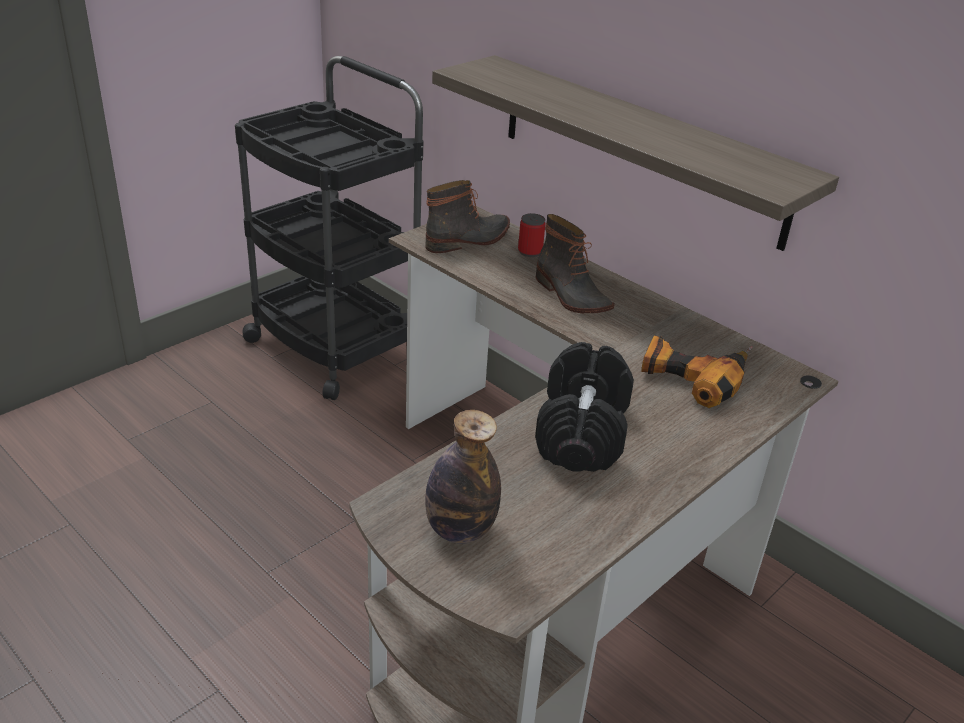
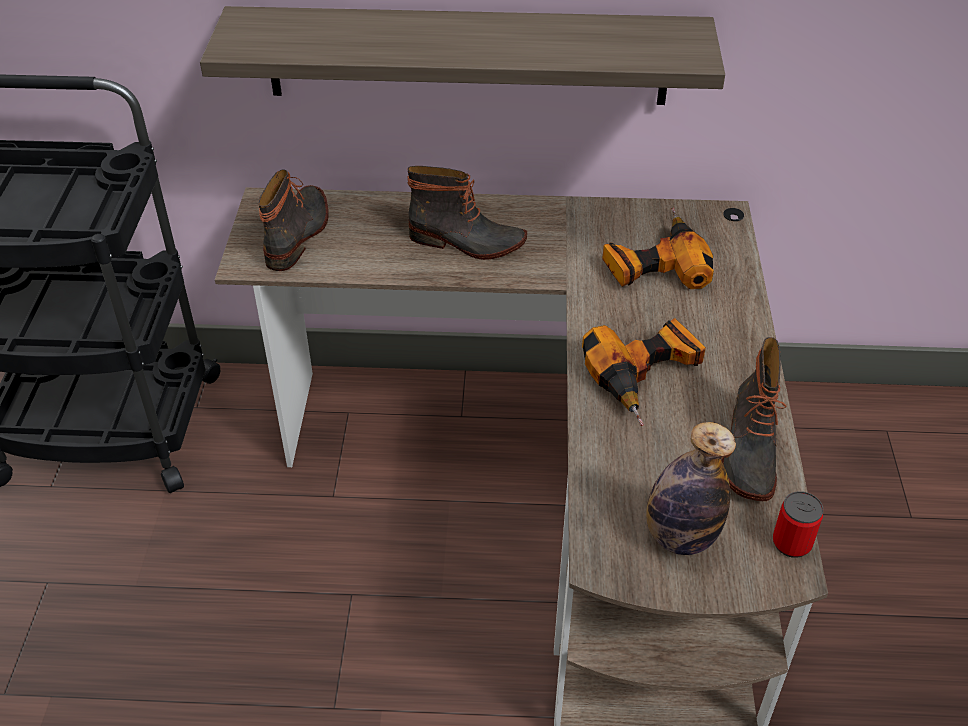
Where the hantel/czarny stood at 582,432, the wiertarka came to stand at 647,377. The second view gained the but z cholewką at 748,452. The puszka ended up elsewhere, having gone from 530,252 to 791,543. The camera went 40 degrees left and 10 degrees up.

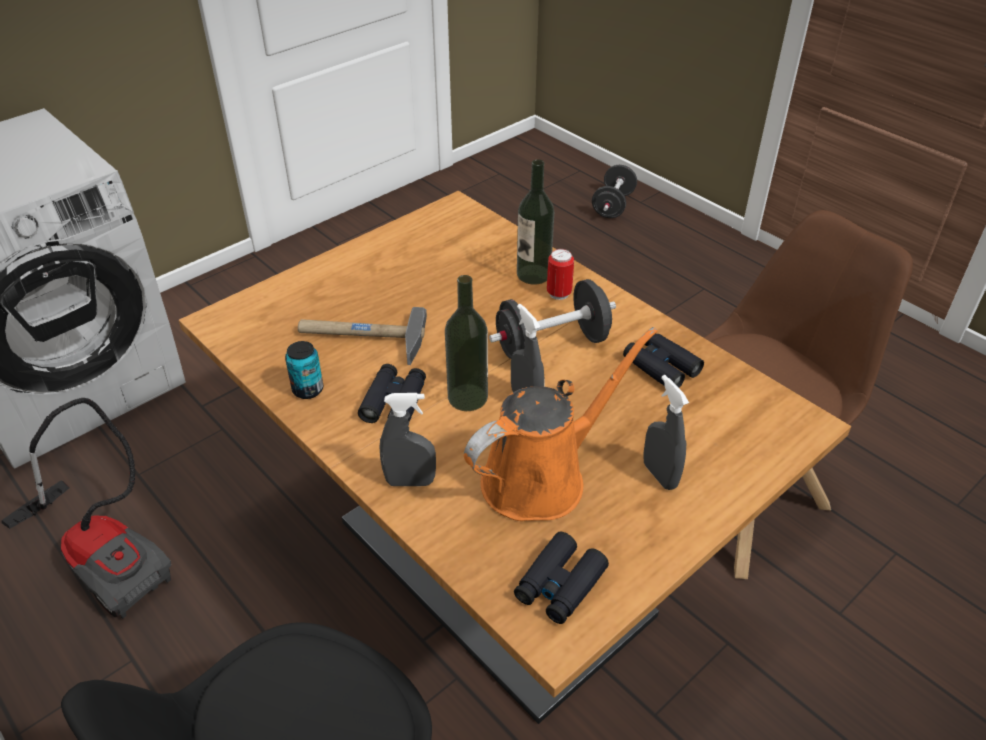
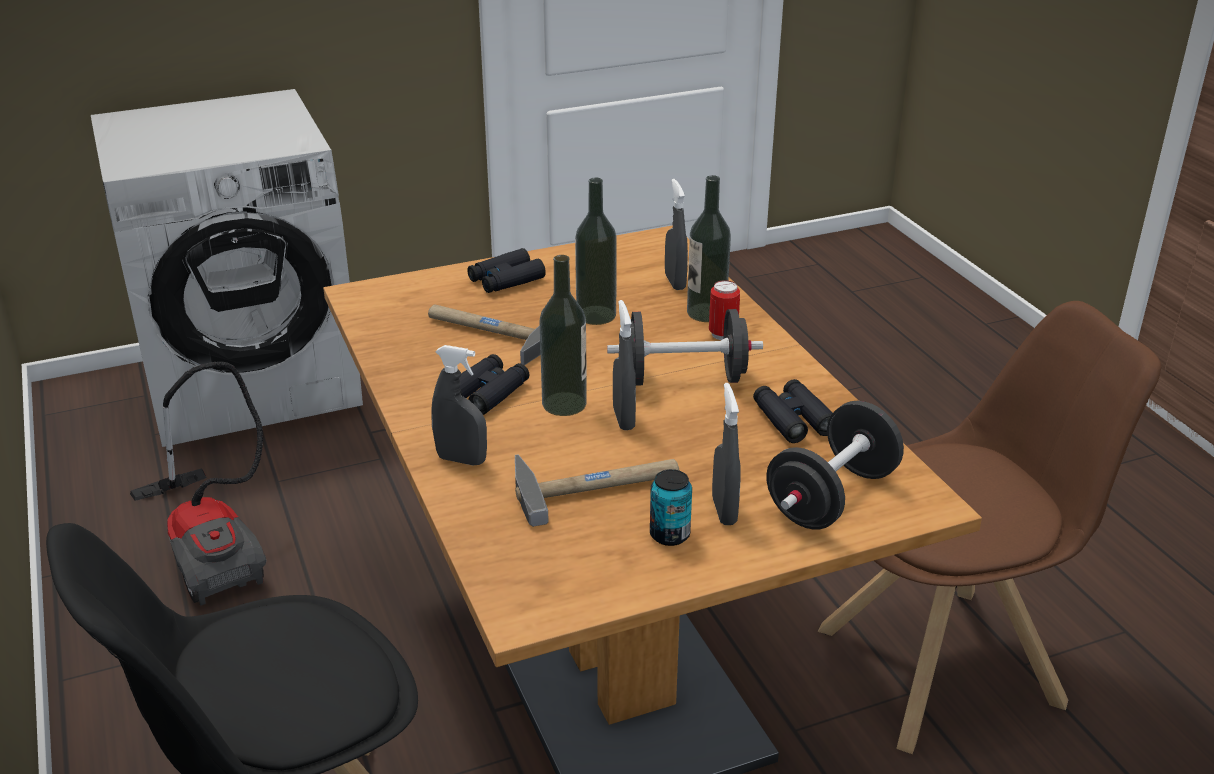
The lornetka/czarny ended up elsewhere, having gone from 560,585 to 506,280. Where the konewka/pomarańczowy stood at 542,477, the młotek came to stand at 596,485. The second view gained the butelka at 596,315. The puszka ended up elsewhere, having gone from 308,390 to 669,535. The second view gained the spryskiwacz/szary at 675,282. The hantel/czarny ended up elsewhere, having gone from 613,205 to 831,497. The camera went 20 degrees right and 10 degrees down.

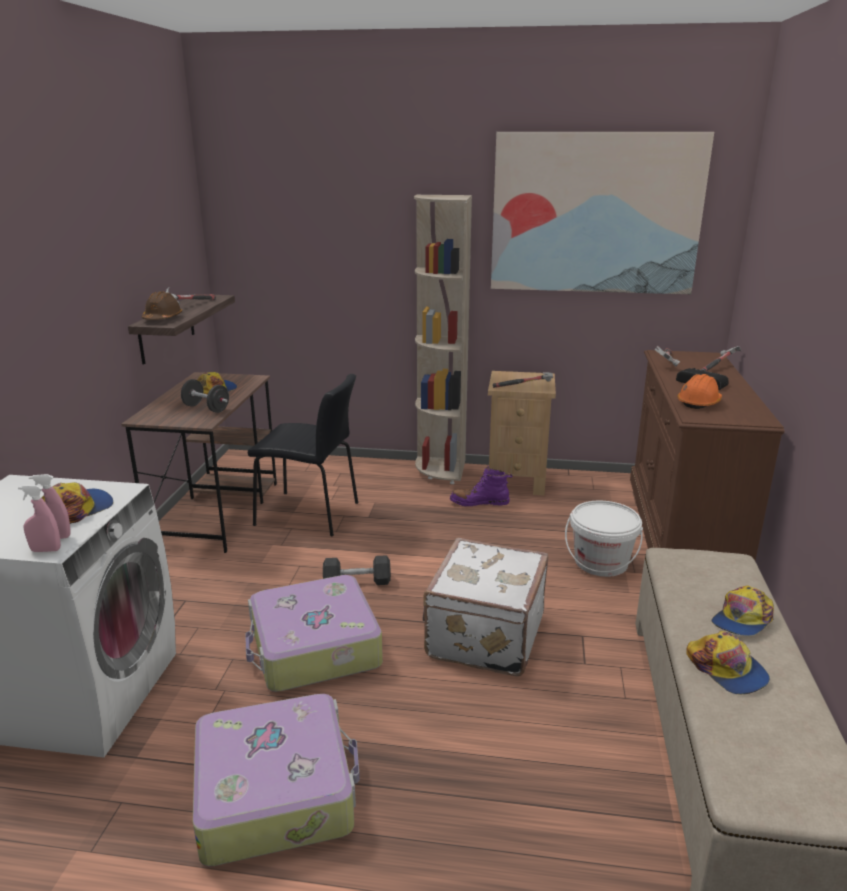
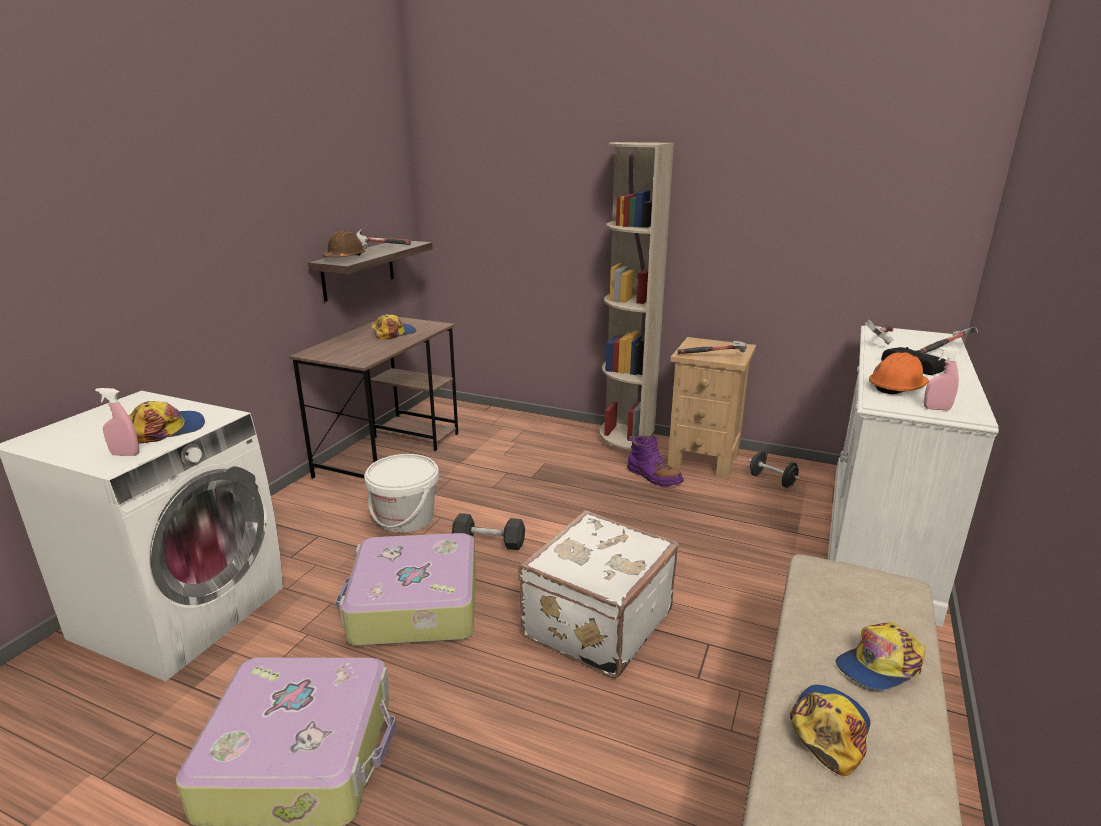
The wiadro/biały ended up elsewhere, having gone from 601,562 to 406,518. The but z cholewką/fioletowy at 479,502 ended up facing another way, 150 degrees counterclockwise from before. The hantel/czarny ended up elsewhere, having gone from 206,408 to 772,480. The czapka z daszkiem at 727,669 ended up facing another way, 135 degrees counterclockwise from before. What was the szafka/brązowy at 681,528 turned into the szafka/biały at 878,536. The spryskiwacz/różowy ended up elsewhere, having gone from 46,550 to 936,409. The second view lost the krzesło/czarny at 311,514. The second view lost the obraz at 595,214. The camera went 15 degrees right and 0 degrees up.

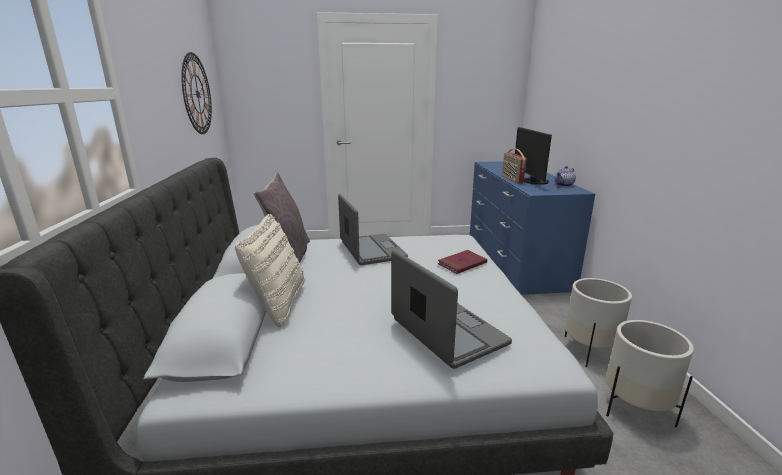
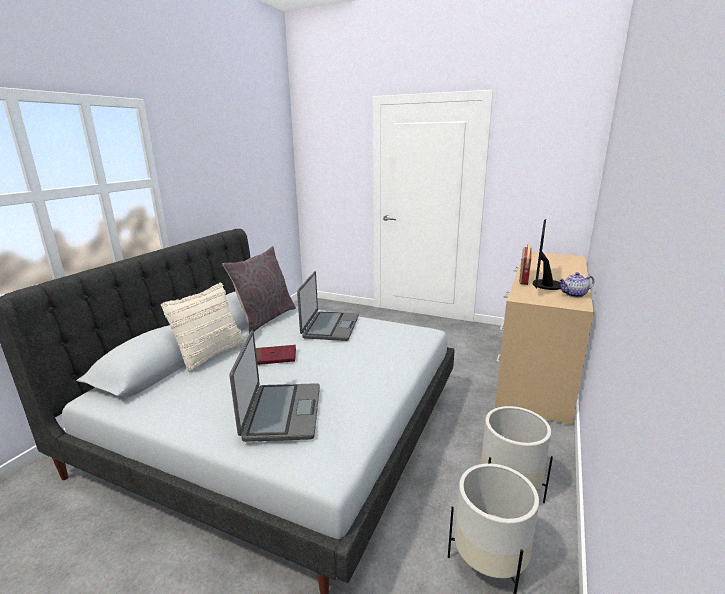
The książka/czerwony ended up elsewhere, having gone from 462,264 to 274,357. What was the komoda/niebieski at 515,260 turned into the komoda/beżowy at 537,371. The second view lost the zegar ścienny at 197,94. The camera went 30 degrees right and 0 degrees up.

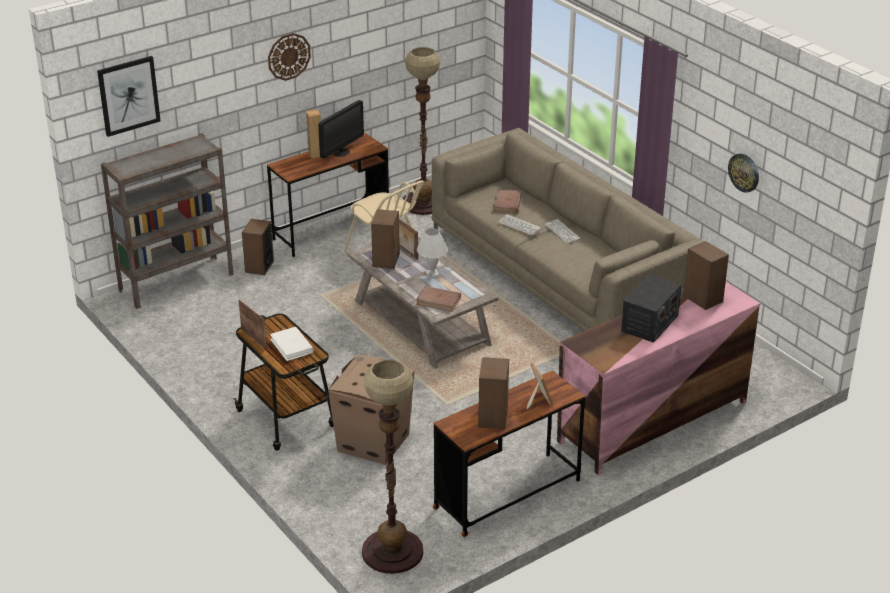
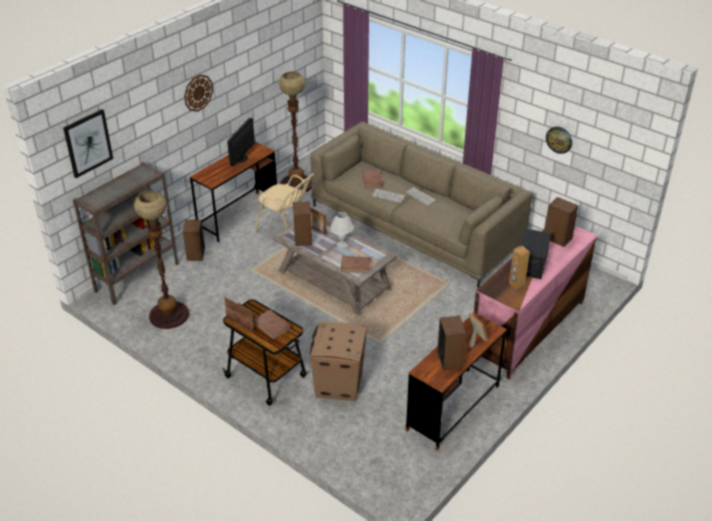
The lampa stojąca ended up elsewhere, having gone from 392,551 to 169,315. What was the książka/biały at 292,346 turned into the książka/brązowy at 272,326. The głośnik/brązowy ended up elsewhere, having gone from 315,154 to 516,284. The camera went 15 degrees left and 5 degrees up.

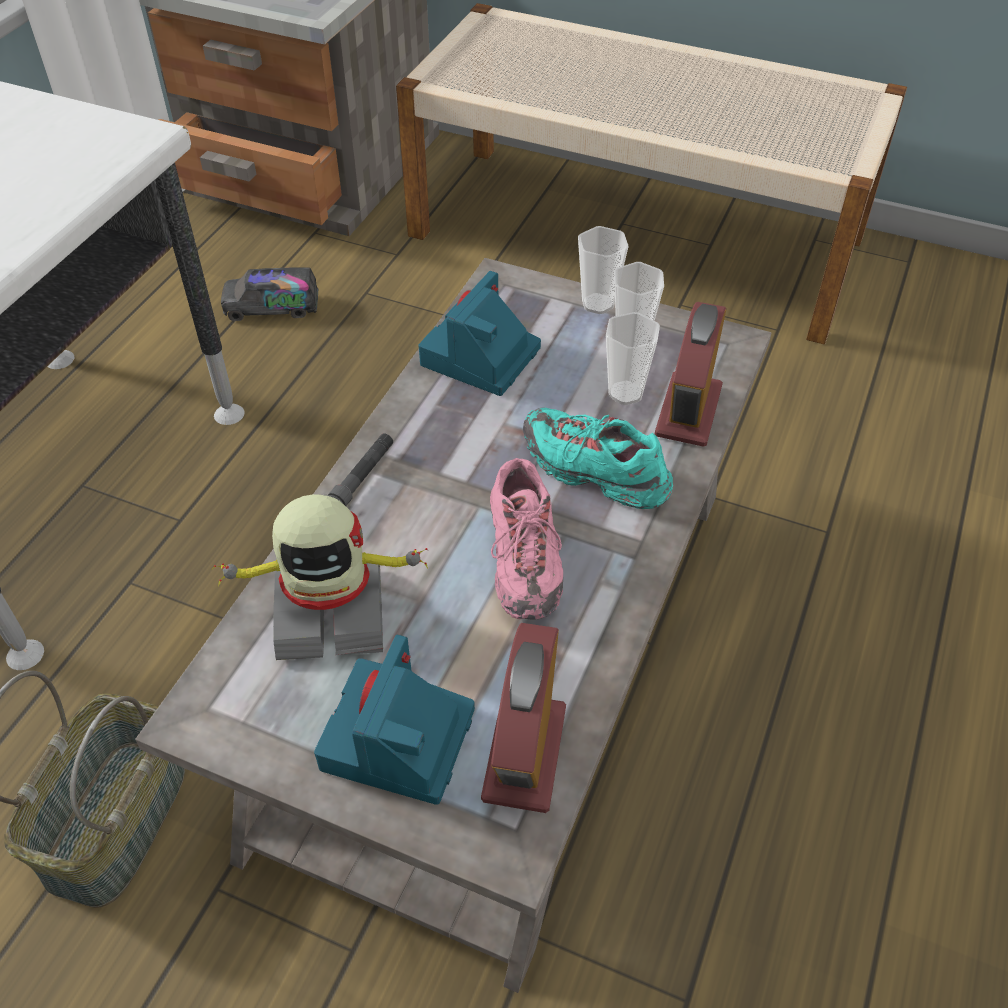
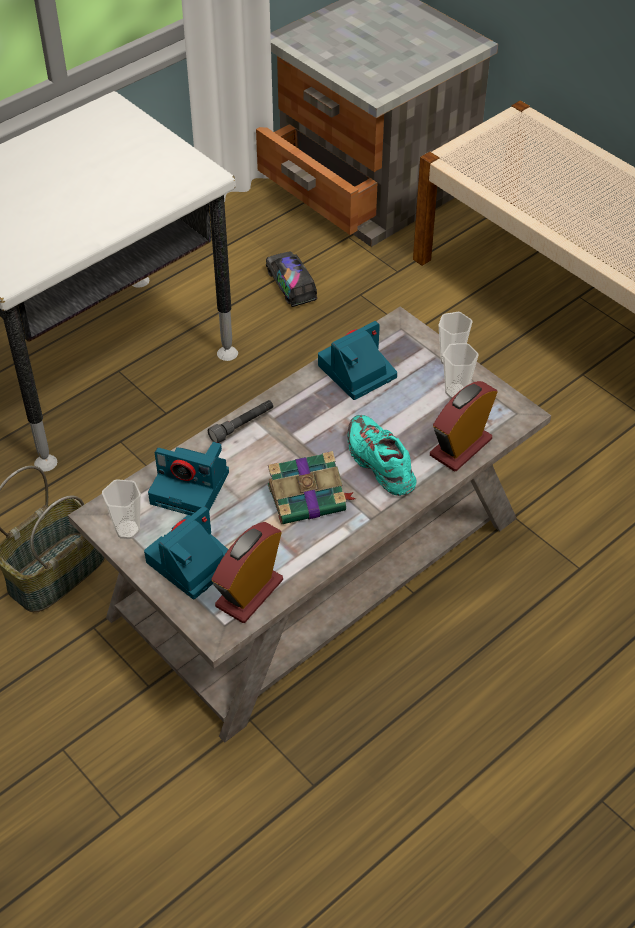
The filiżanka ended up elsewhere, having gone from 625,393 to 127,530. Where the robot zabawkowy stood at 330,610, the aparat fotograficzny came to stand at 192,487. The ciężarówka zabawkowa at 272,307 ended up facing another way, 45 degrees clockwise from before. Where the but/różowy stood at 523,559, the książka came to stand at 308,498. The camera went 25 degrees right and 0 degrees up.

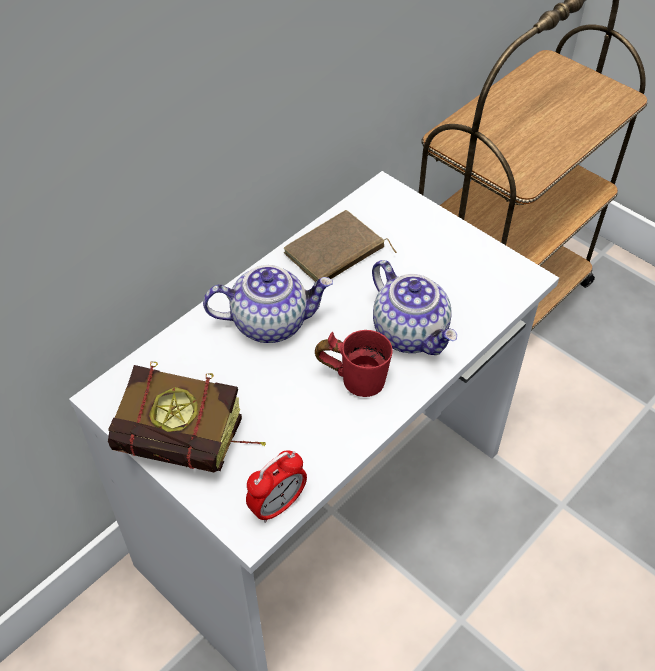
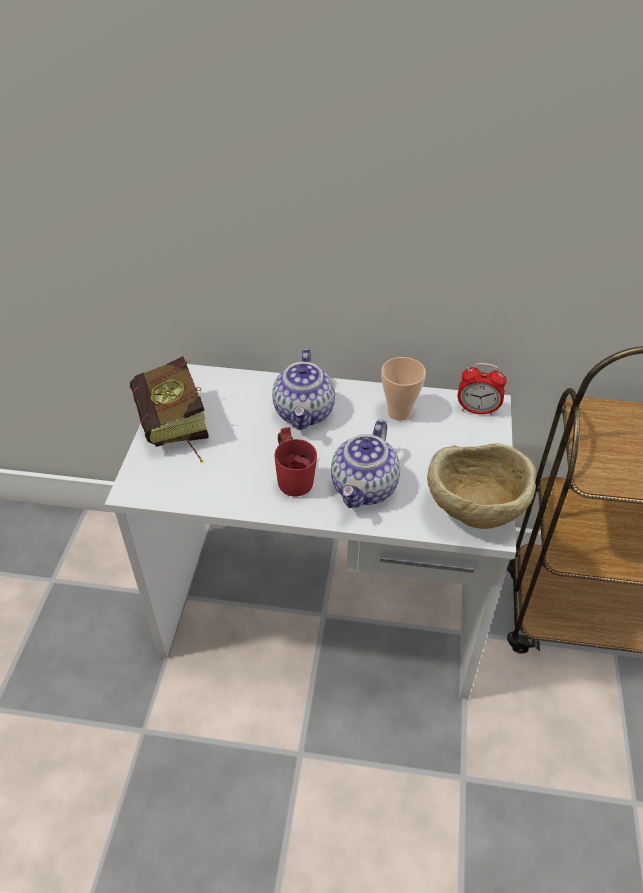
The imbryk at 270,322 ended up facing another way, 45 degrees clockwise from before. Where the książka/brązowy stood at 336,253, the filiżanka came to stand at 399,412. The second view gained the miska/beżowy at 473,513. The budzik ended up elsewhere, having gone from 277,505 to 477,410. The camera went 55 degrees right and 5 degrees down.

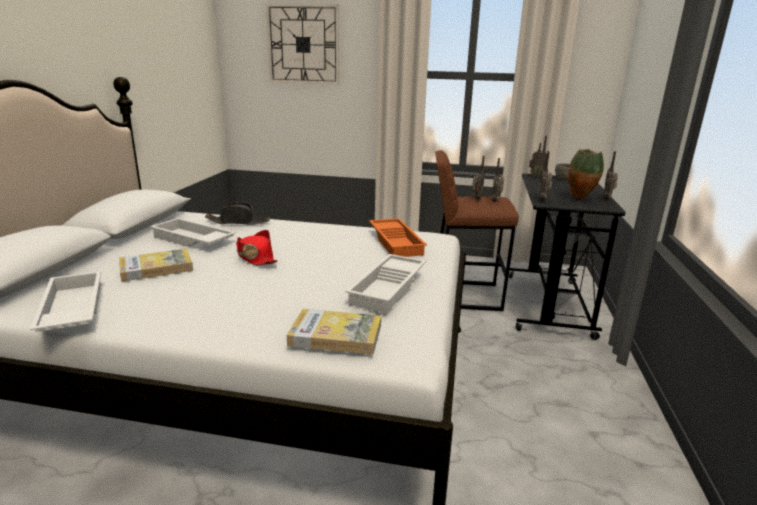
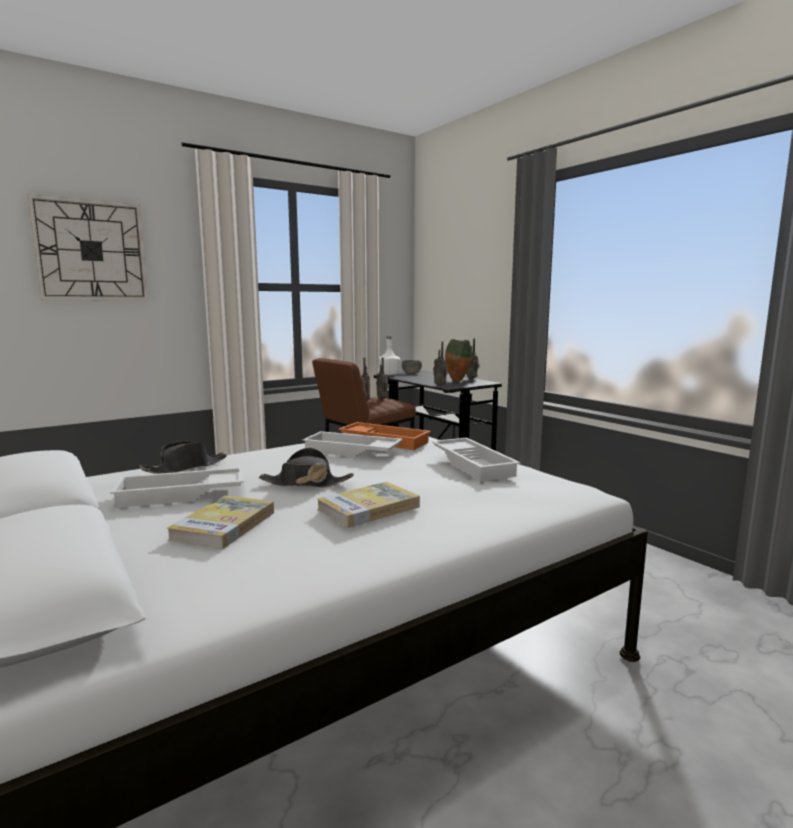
What was the kapelusz/czerwony at 255,257 turned into the kapelusz/czarny at 305,483. The taca/biały ended up elsewhere, having gone from 71,310 to 351,451. The książka ended up elsewhere, having gone from 335,335 to 368,508. Where the radio stood at 536,176, the butelka/biały came to stand at 389,374. The camera went 45 degrees left and 10 degrees down.

